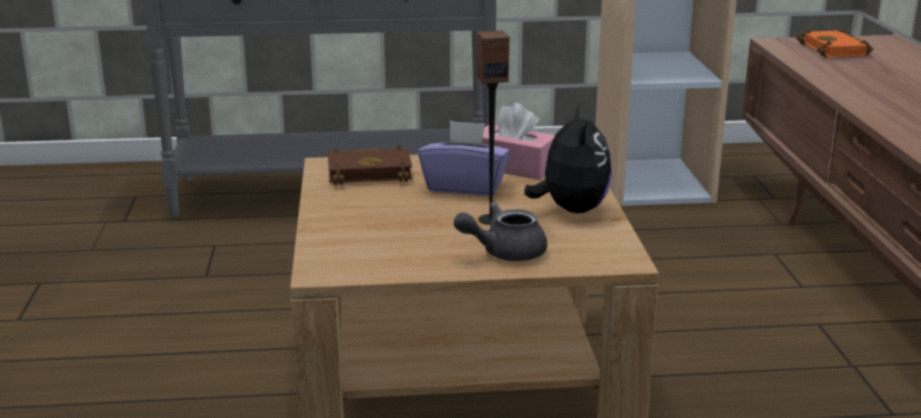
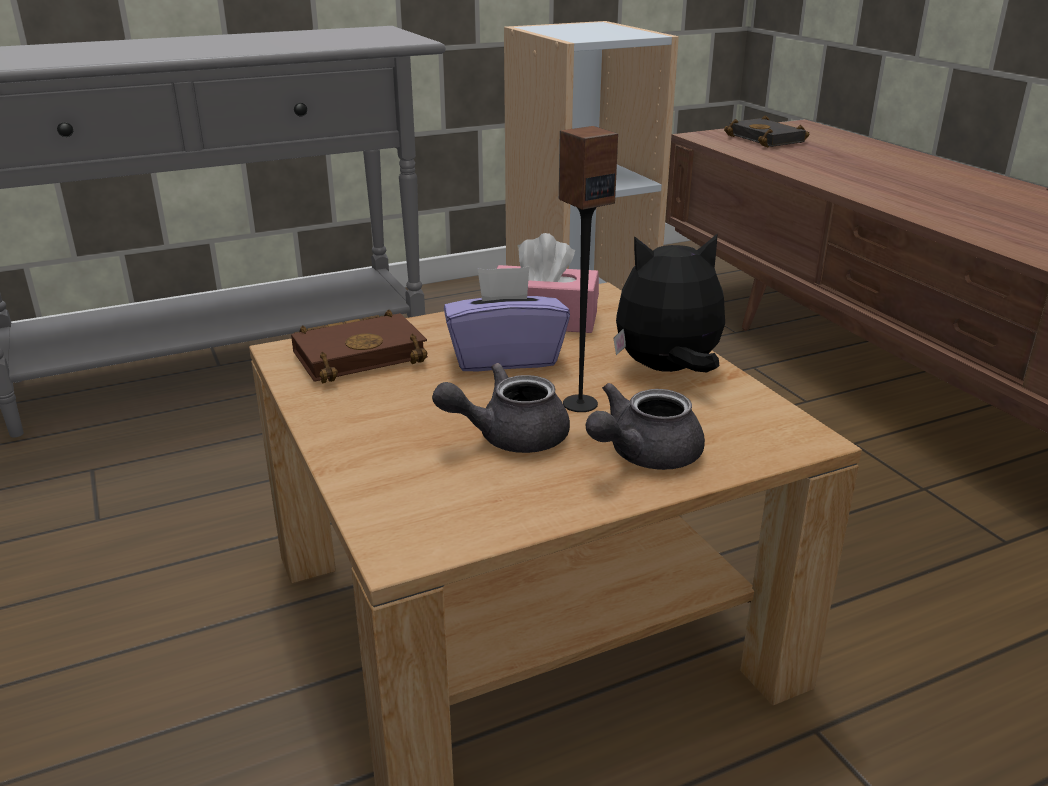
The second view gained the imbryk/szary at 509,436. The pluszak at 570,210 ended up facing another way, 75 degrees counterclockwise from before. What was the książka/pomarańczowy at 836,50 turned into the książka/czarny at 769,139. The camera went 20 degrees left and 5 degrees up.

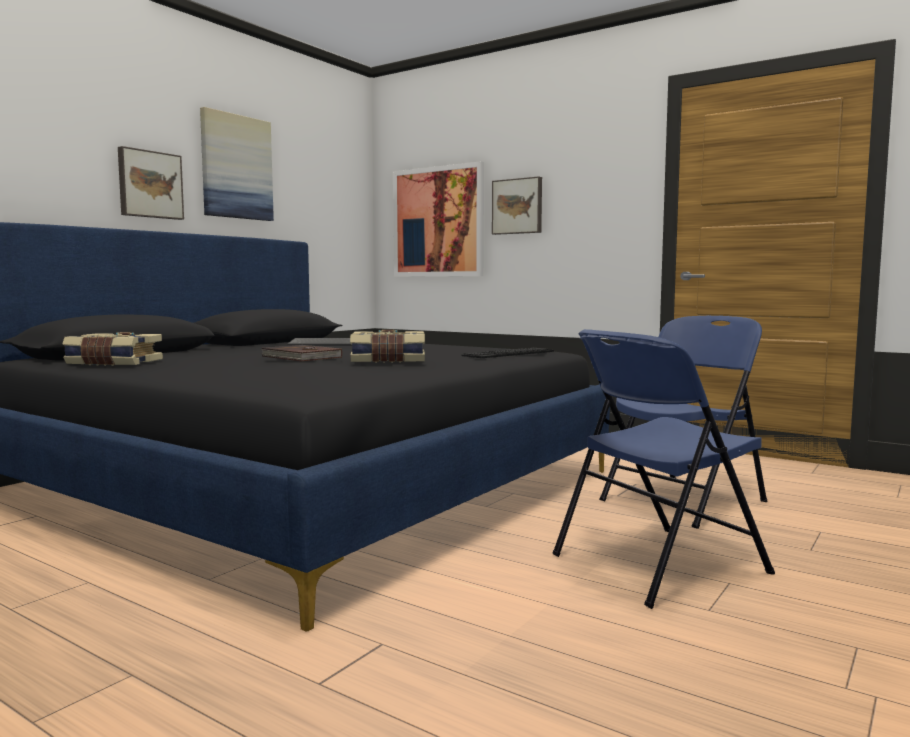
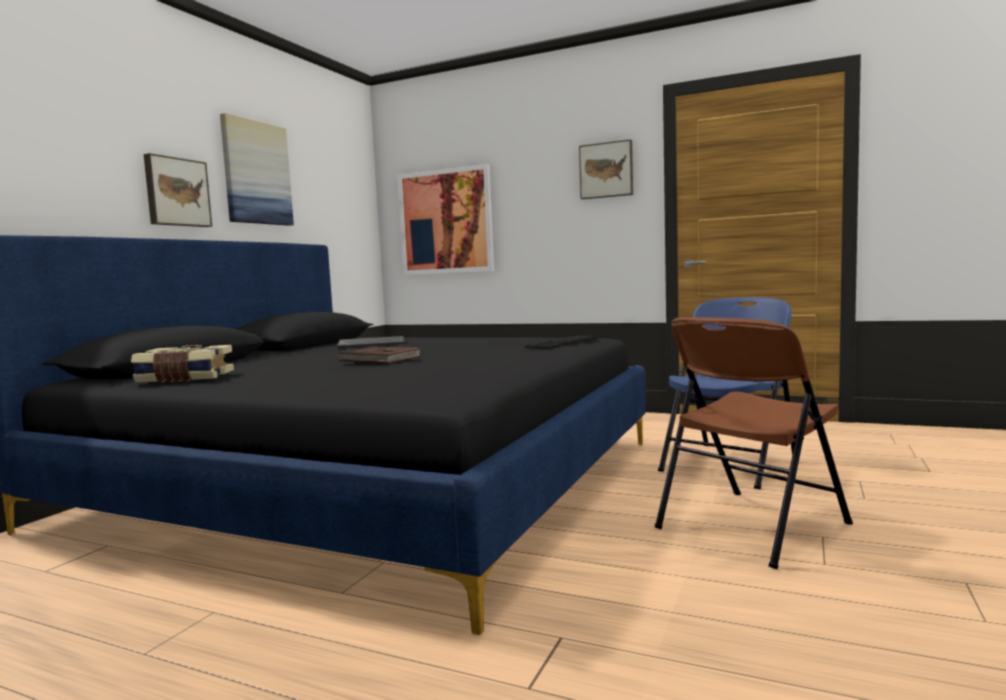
The obraz ended up elsewhere, having gone from 518,206 to 606,170. What was the krzesło/niebieski at 658,564 turned into the krzesło/brązowy at 751,526. The second view lost the książka at 388,361. The camera went 10 degrees left and 0 degrees up.

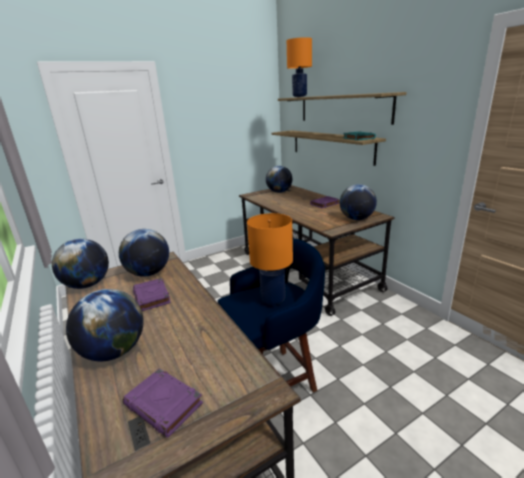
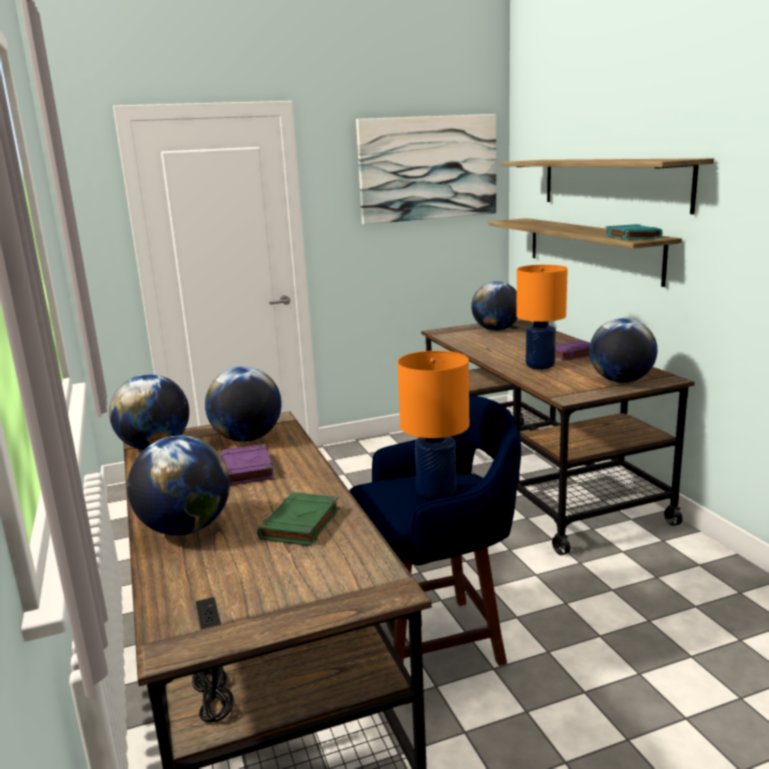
The second view gained the książka/zielony at 300,524. The second view gained the obraz at 428,168. The lampa stołowa/pomarańczowy ended up elsewhere, having gone from 299,97 to 539,368. The second view lost the książka/fioletowy at 164,405. The camera went 10 degrees right and 5 degrees down.

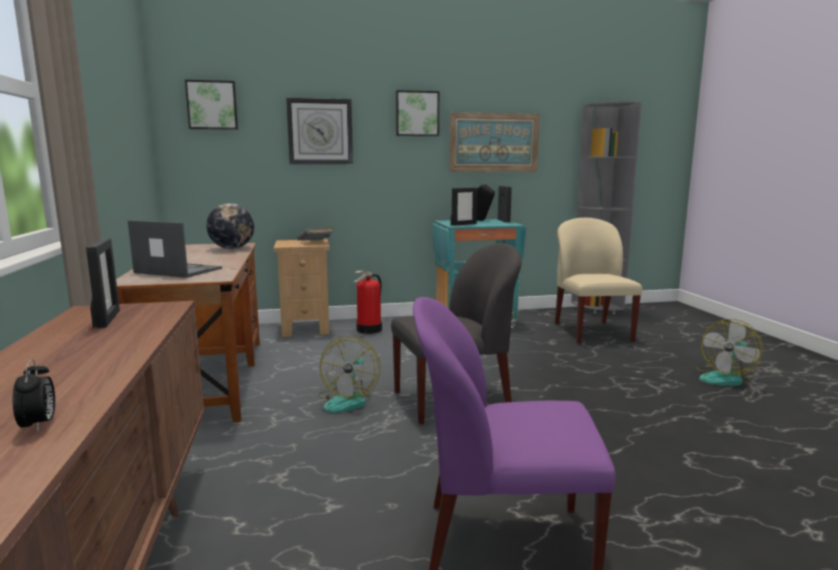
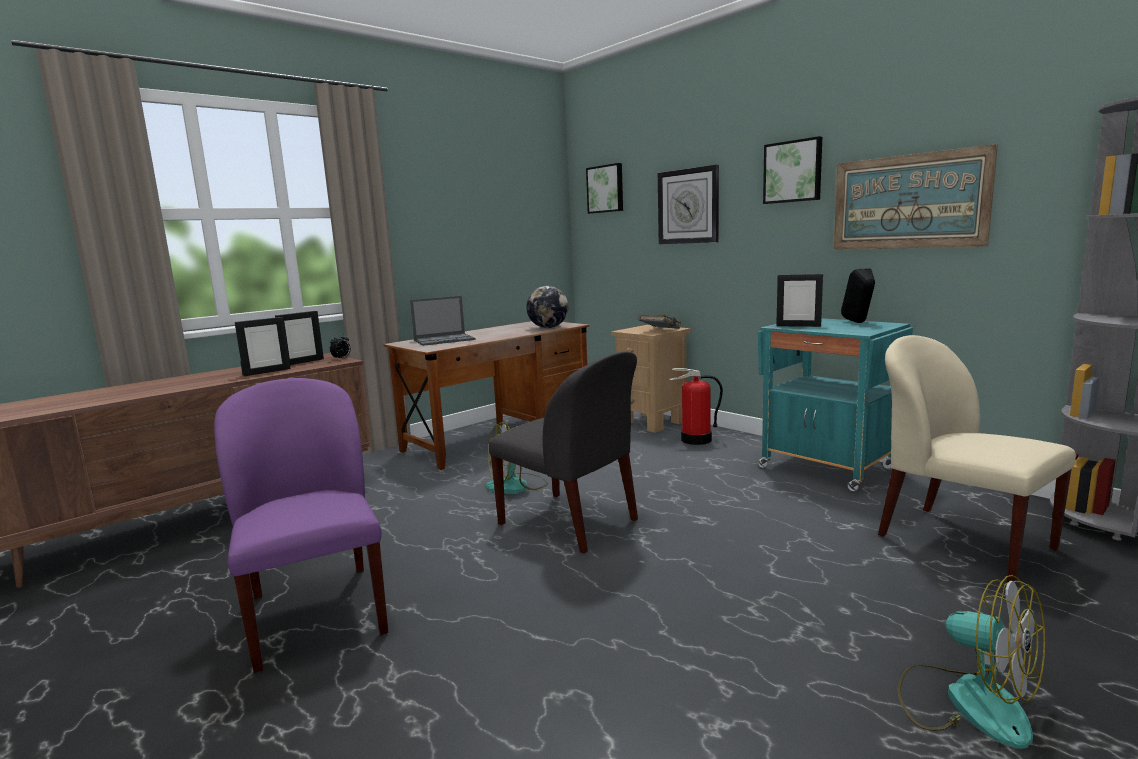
The ramka na zdjęcie ended up elsewhere, having gone from 503,221 to 267,372. The budzik ended up elsewhere, having gone from 39,425 to 341,358. The laptop at 177,270 ended up facing another way, 75 degrees clockwise from before. The krzesło/beżowy at 591,332 ended up facing another way, 90 degrees counterclockwise from before. The wentylator at 725,378 ended up facing another way, 150 degrees counterclockwise from before. The camera went 60 degrees right and 0 degrees up.

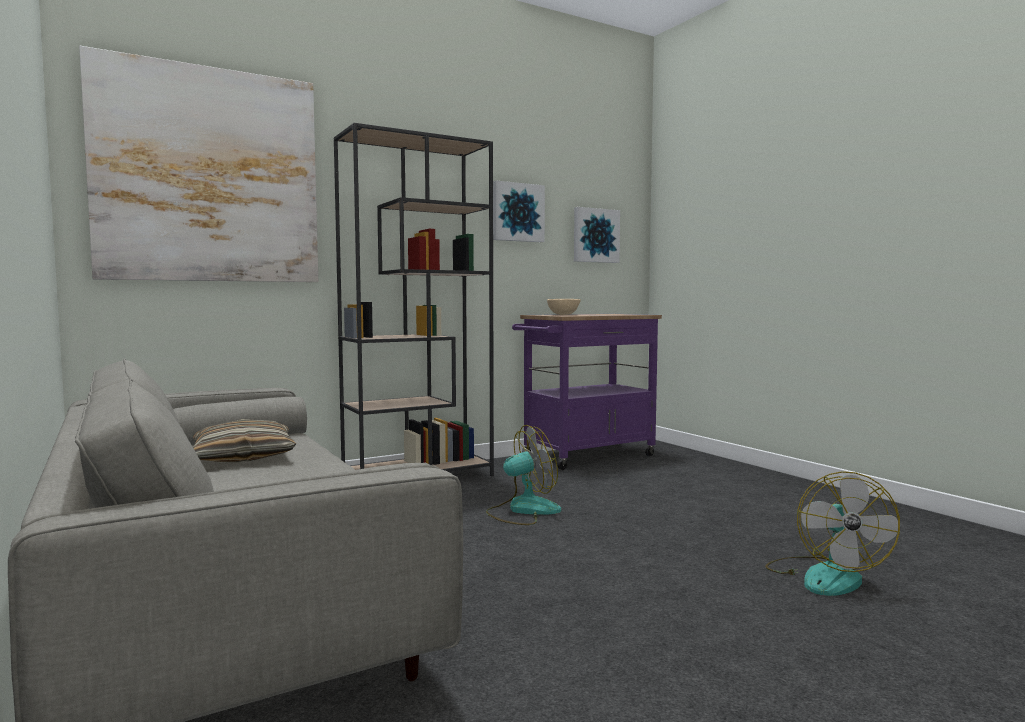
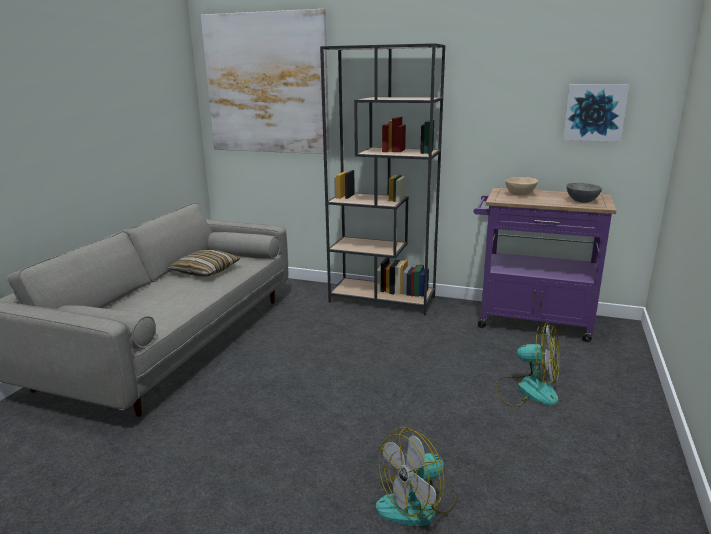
The wentylator ended up elsewhere, having gone from 523,510 to 527,390. The second view gained the miska/szary at 582,201. The second view lost the obraz at 517,212. The camera went 50 degrees right and 15 degrees up.

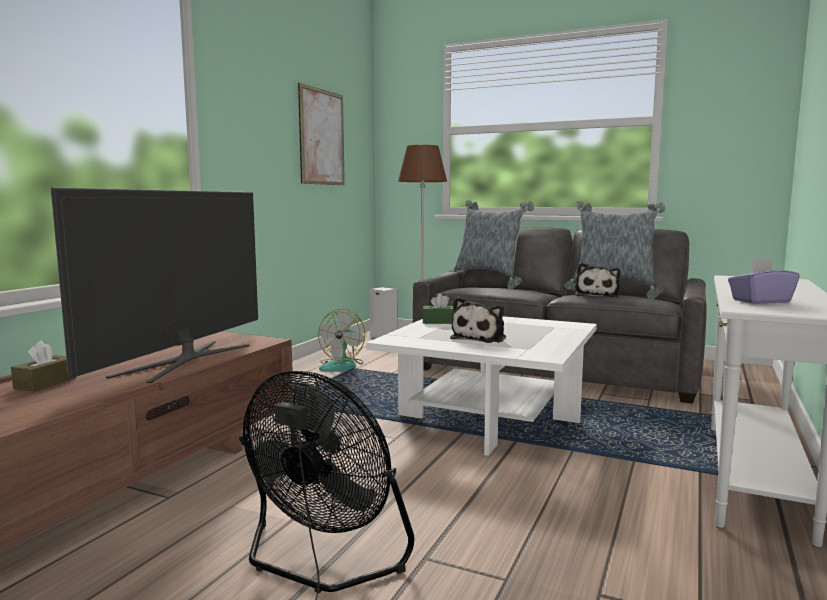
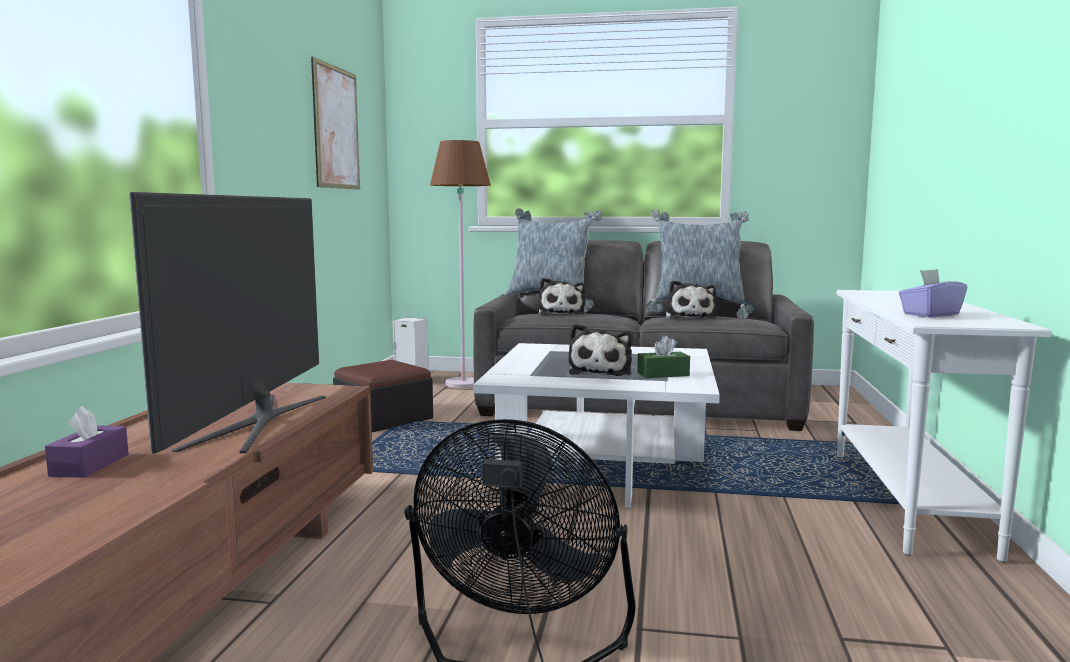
What was the pudełko chusteczek/brązowy at 45,383 turned into the pudełko chusteczek/fioletowy at 90,465. Where the wentylator stood at 342,365, the pufa came to stand at 383,418. The second view gained the pluszak at 561,313. The pudełko chusteczek/zielony ended up elsewhere, having gone from 439,322 to 663,374. The camera went 15 degrees left and 0 degrees up.

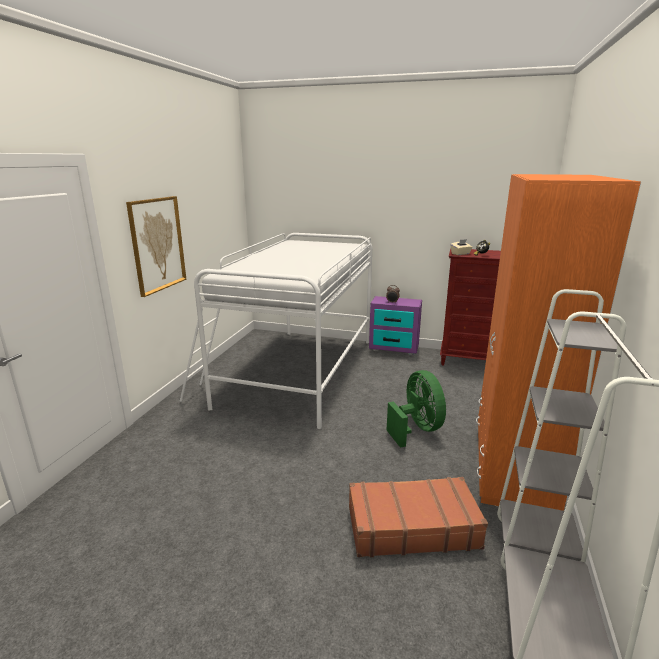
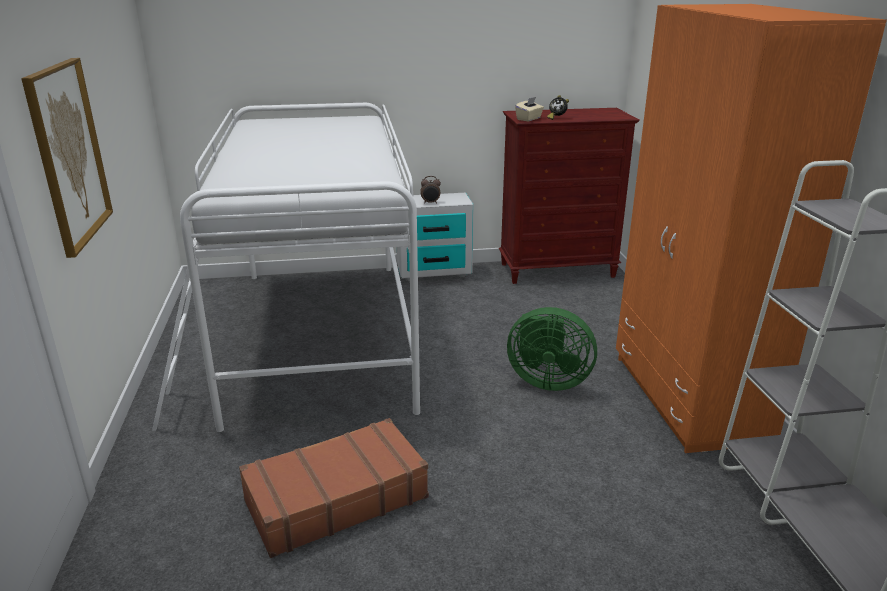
The walizka/brązowy ended up elsewhere, having gone from 411,526 to 335,498. What was the szafka nocna/fioletowy at 393,350 turned into the szafka nocna/biały at 434,274. The wentylator/zielony at 416,429 ended up facing another way, 150 degrees clockwise from before. The camera went 25 degrees left and 5 degrees up.

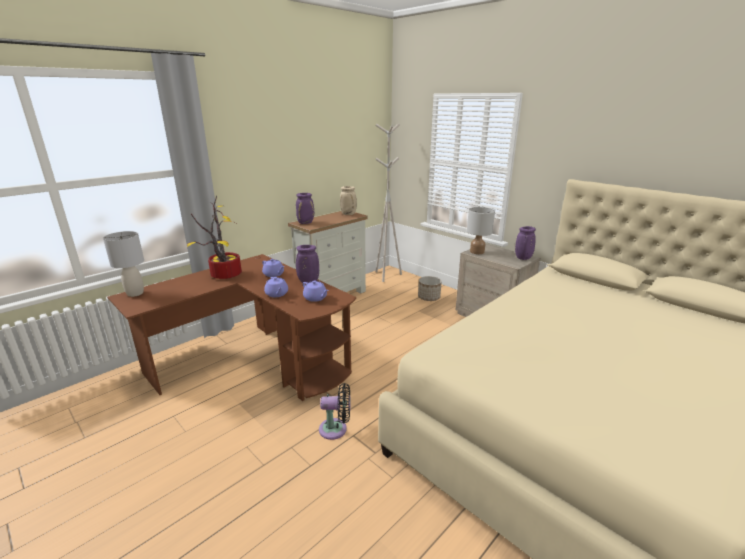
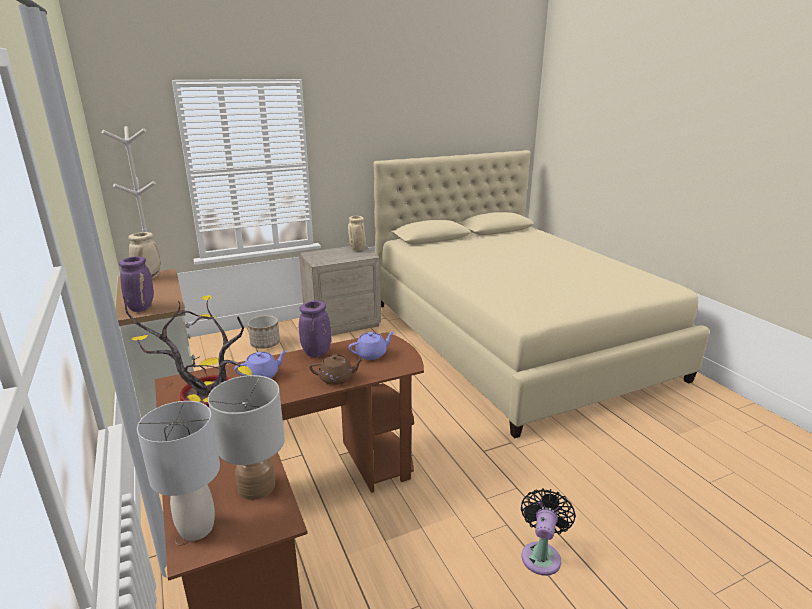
The lampa stołowa/szary ended up elsewhere, having gone from 477,252 to 256,486. What was the imbryk/fioletowy at 277,294 turned into the imbryk/brązowy at 337,378. What was the wazon/fioletowy at 523,258 turned into the wazon/beżowy at 357,249. The wentylator/czarny ended up elsewhere, having gone from 336,429 to 541,555. The camera went 70 degrees left and 0 degrees up.

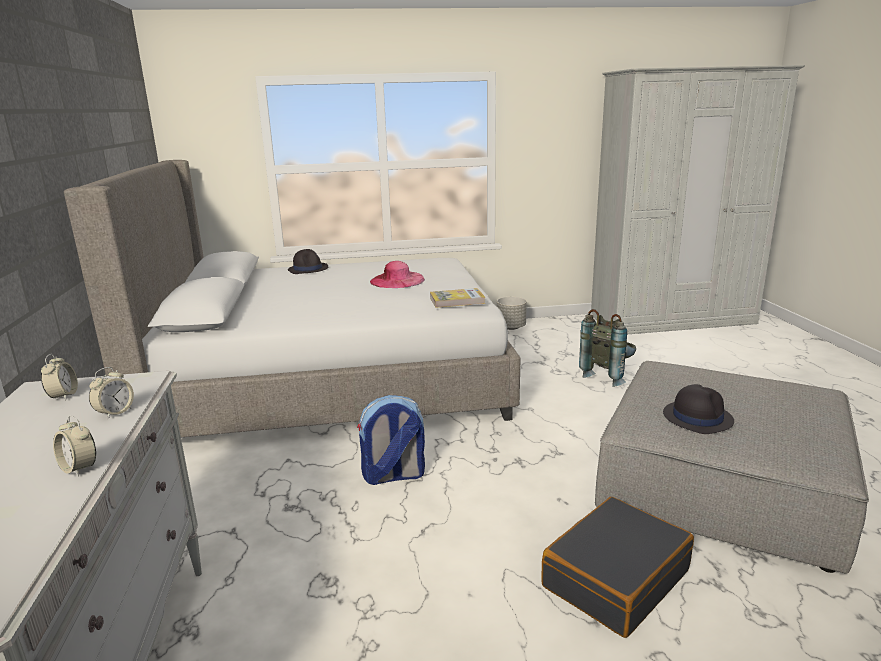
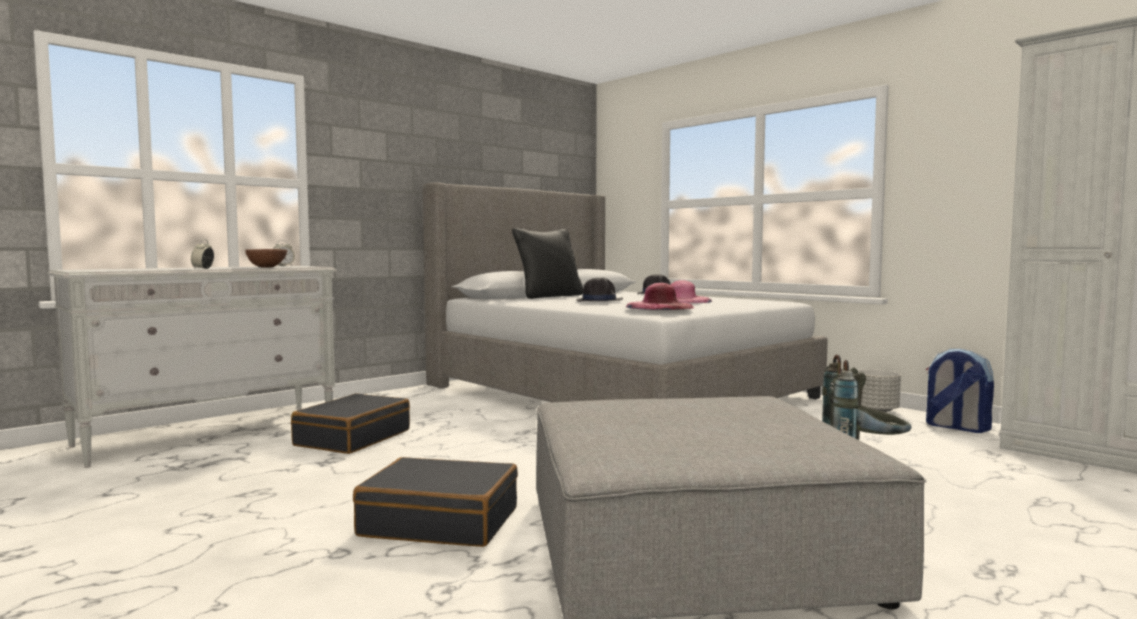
Where the budzik stood at 115,412, the miska/brązowy came to stand at 267,267. The second view gained the walizka/czarny at 352,438. The second view gained the poduszka/czarny at 548,296. The kapelusz/czarny ended up elsewhere, having gone from 697,417 to 599,301. Where the książka stood at 457,300, the kapelusz/różowy came to stand at 659,307. The plecak ended up elsewhere, having gone from 393,476 to 955,427. The camera went 55 degrees right and 15 degrees down.

